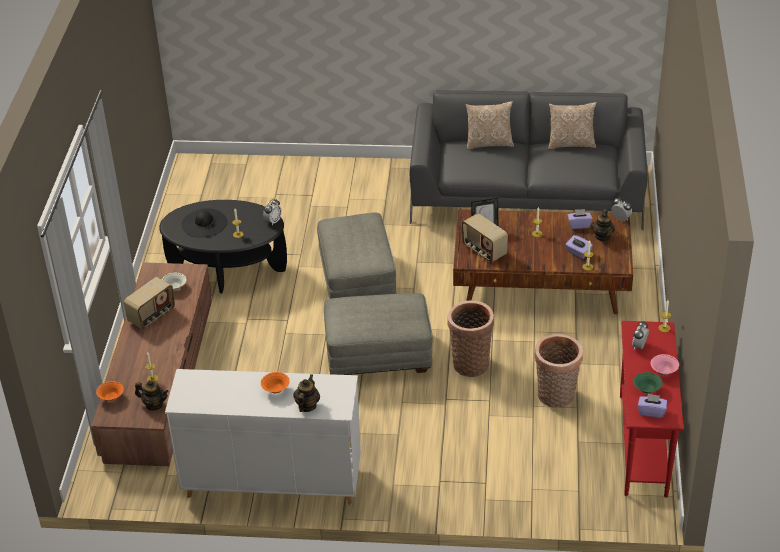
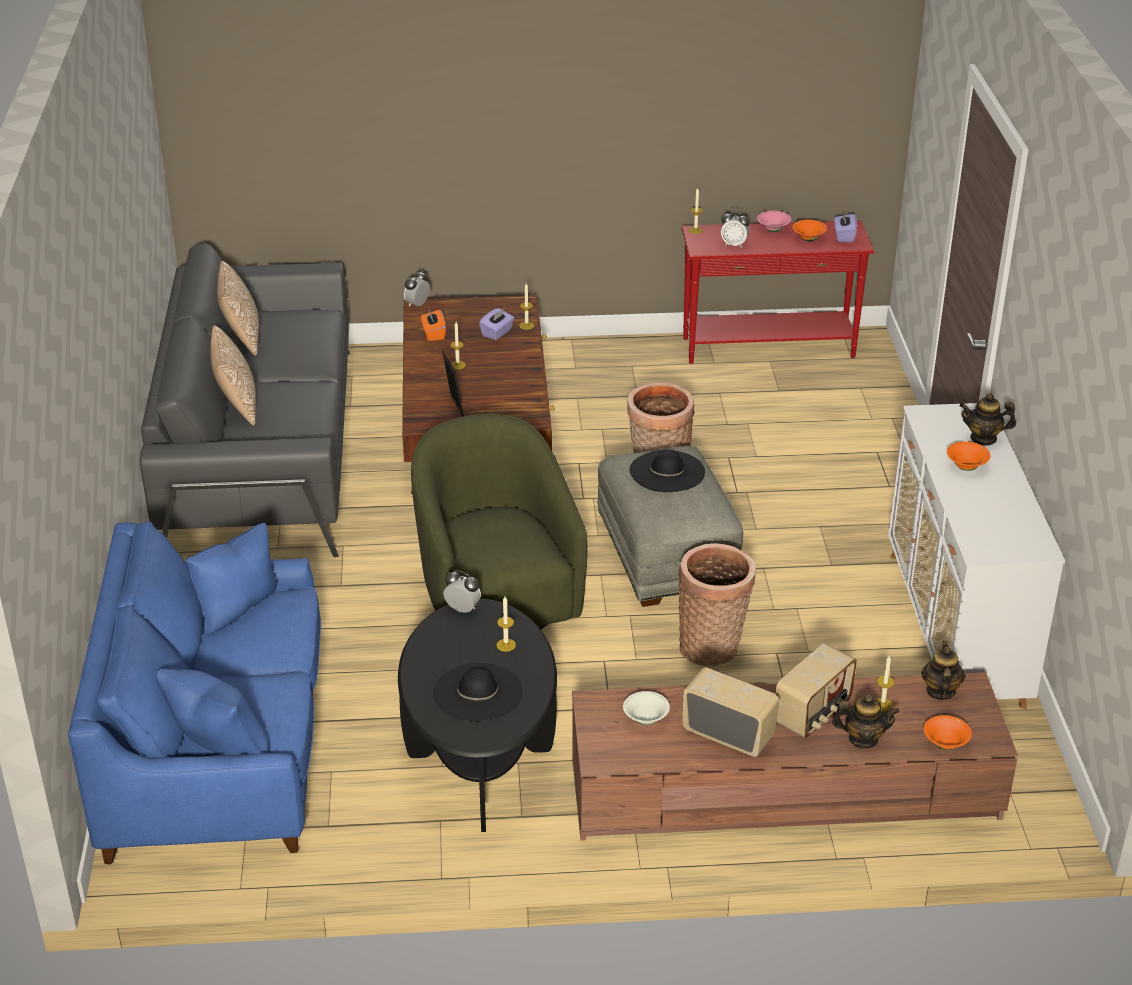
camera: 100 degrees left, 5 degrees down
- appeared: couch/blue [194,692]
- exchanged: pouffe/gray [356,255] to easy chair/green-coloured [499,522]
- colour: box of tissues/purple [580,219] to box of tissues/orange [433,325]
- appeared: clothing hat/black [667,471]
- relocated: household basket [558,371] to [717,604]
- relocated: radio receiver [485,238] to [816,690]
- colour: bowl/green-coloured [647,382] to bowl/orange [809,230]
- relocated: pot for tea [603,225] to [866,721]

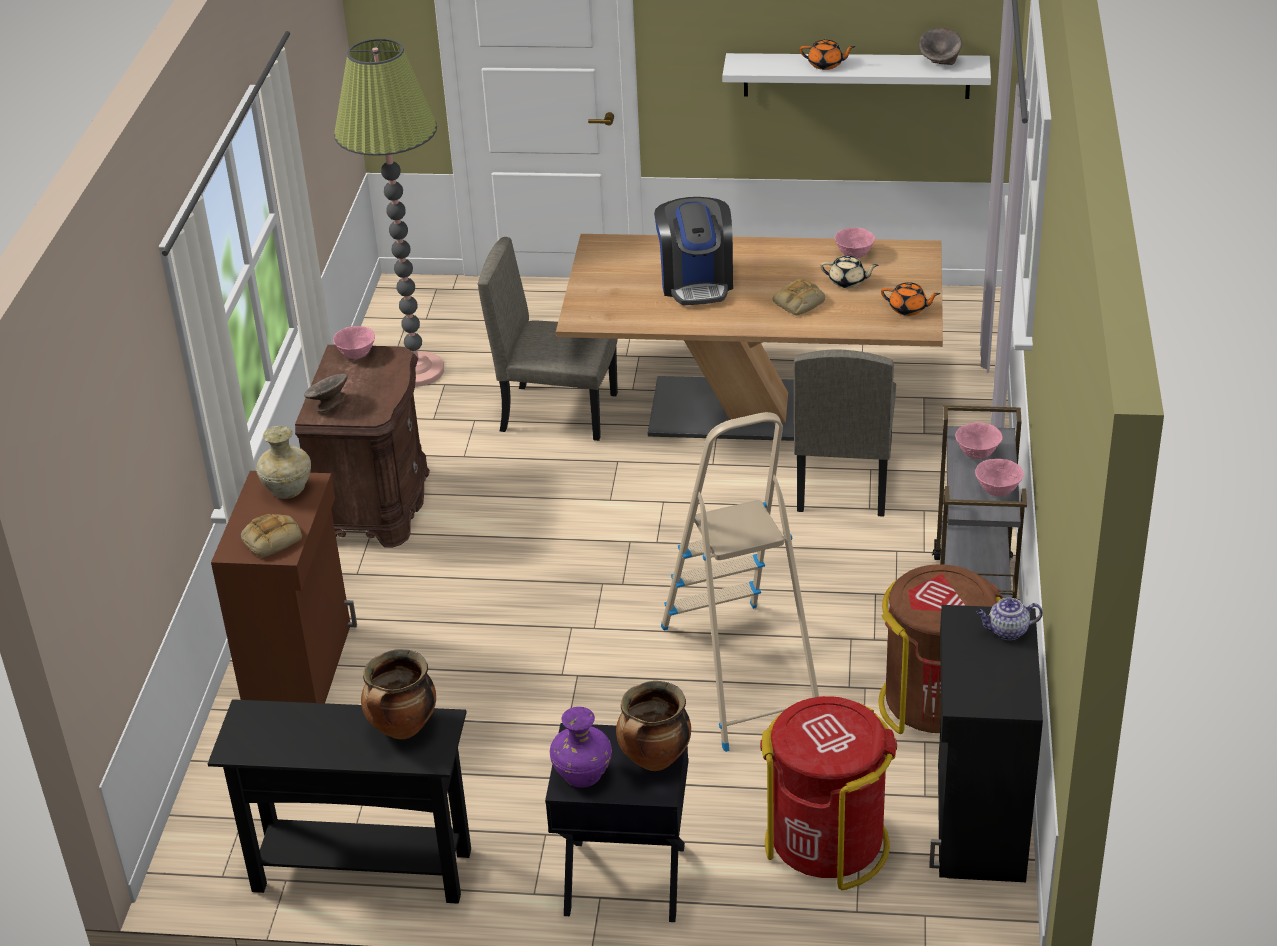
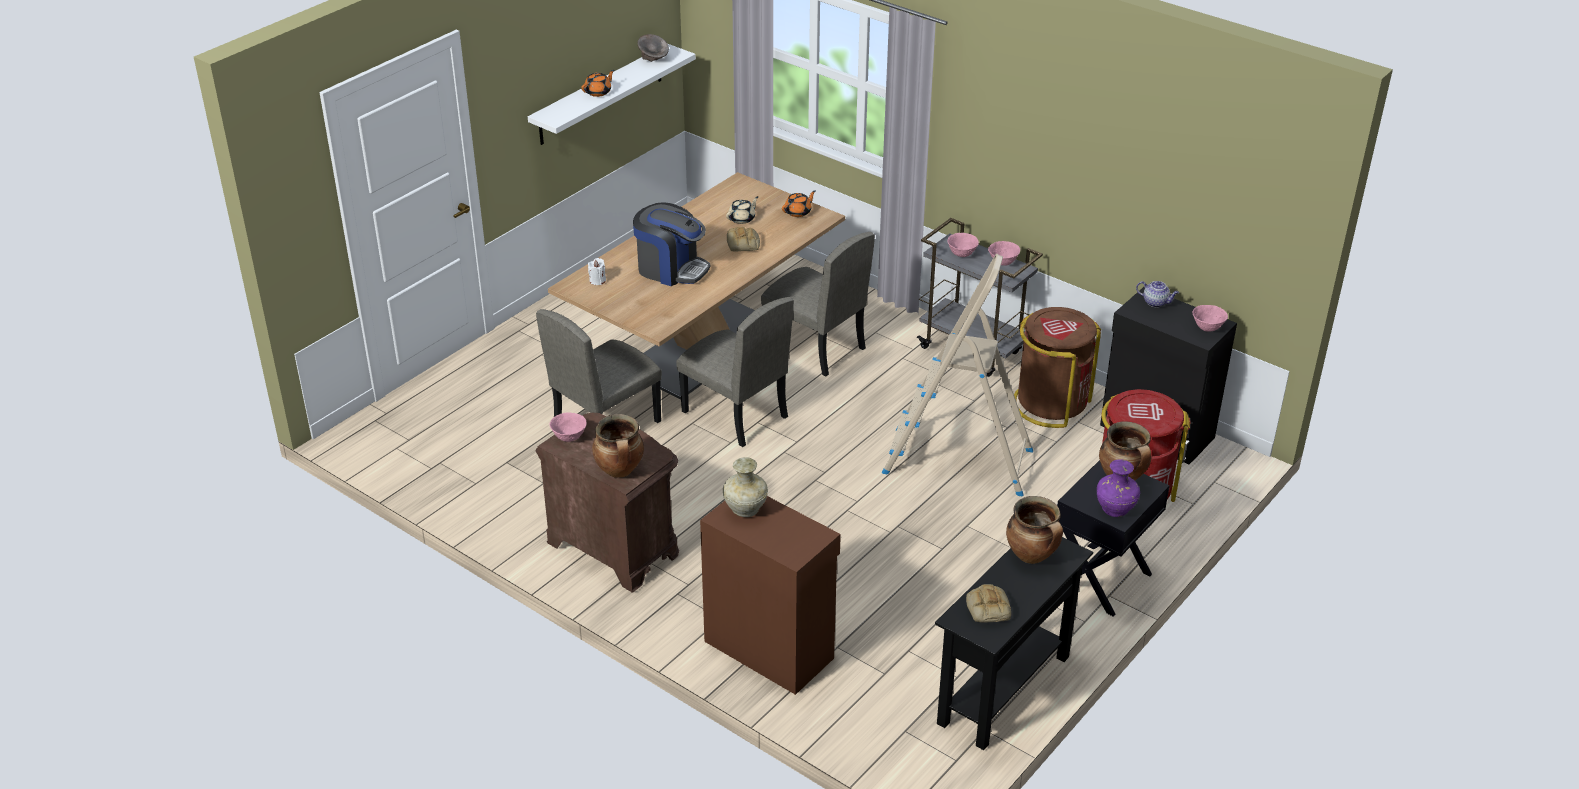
camera: 60 degrees left, 0 degrees up
- appeared: candle/white-coloured [597,271]
- exchanged: bowl/gray [325,393] to stockpot [618,446]
- appeared: plain chair/beige [735,372]
- relocated: bakery bread [271,536] to [988,603]
- spun: pot for tea [1010,619] = [1157,294] 90 degrees counterclockwise
- relocated: bowl/pinkish [855,243] to [1210,318]
- missing: floor lamp [389,212]

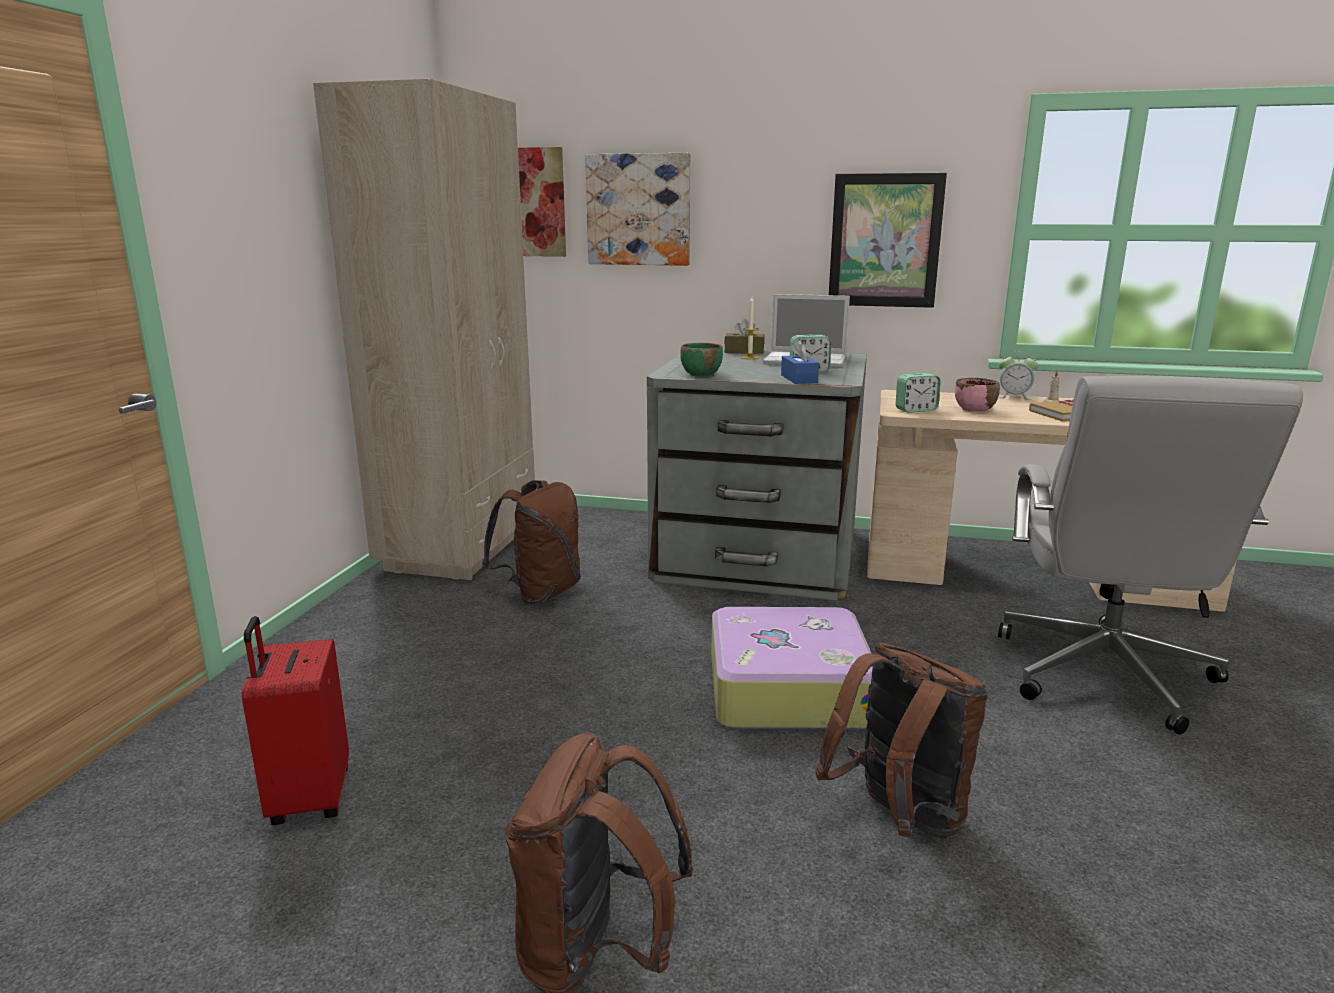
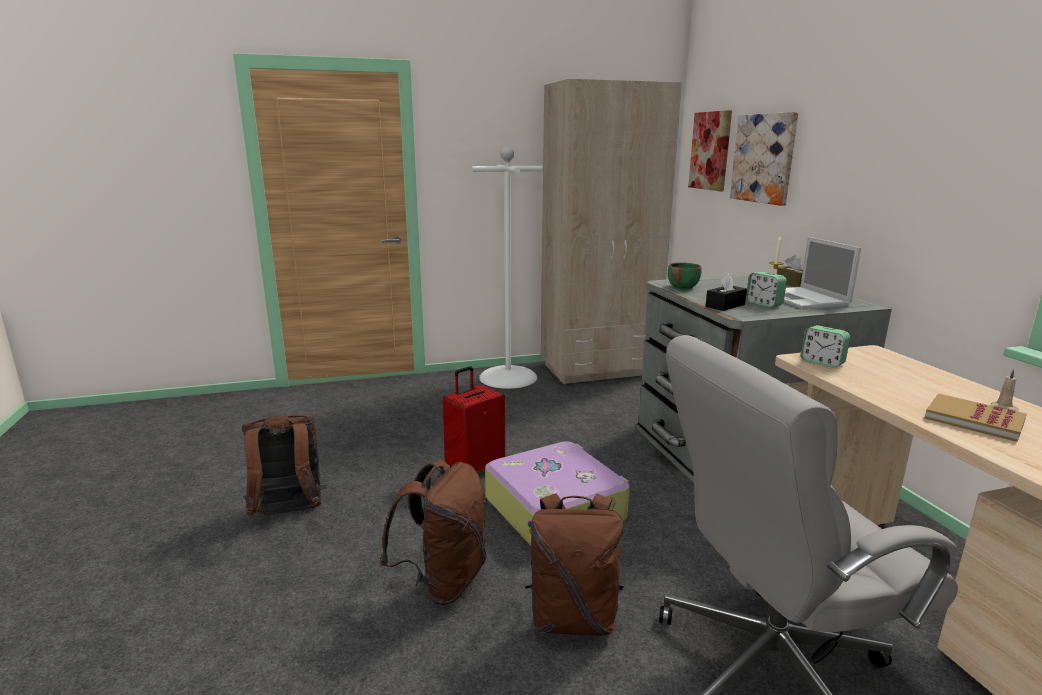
camera: 60 degrees right, 0 degrees up
- relocated: piece of luggage/red-coloured [295,720] to [474,419]
- appeared: garment rack/white-coloured [507,268]
- relocated: backpack/brown [531,542] to [574,564]
- colour: box of tissues/blue [800,362] to box of tissues/black [726,292]
- missing: wall picture [888,240]
- missing: bowl/pinkish [977,395]
- missing: bedside clock [1018,376]

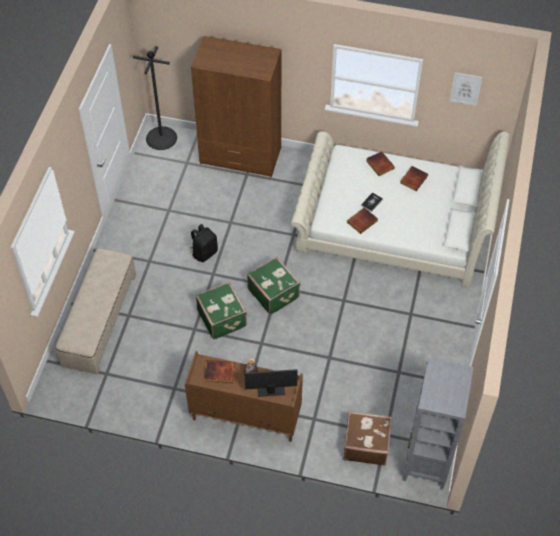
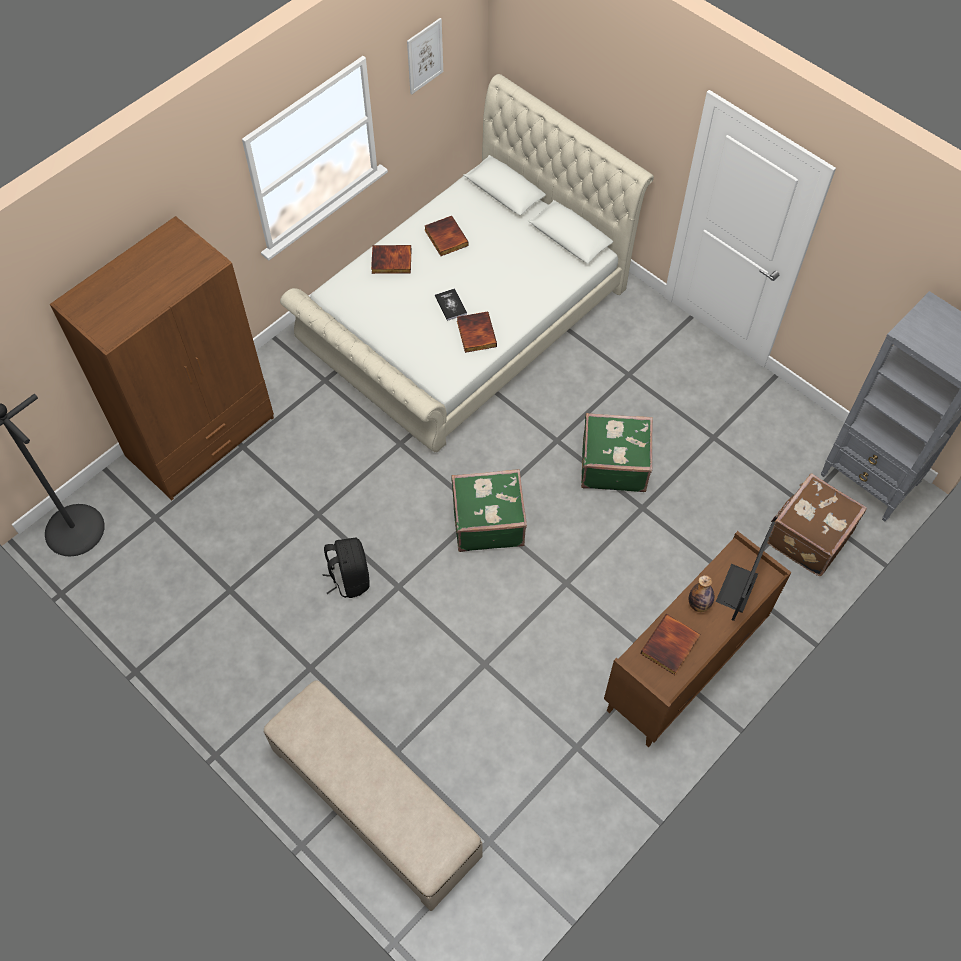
camera: 60 degrees left, 5 degrees up
- relocated: piece of luggage/green-coloured [221,311] to [617,452]

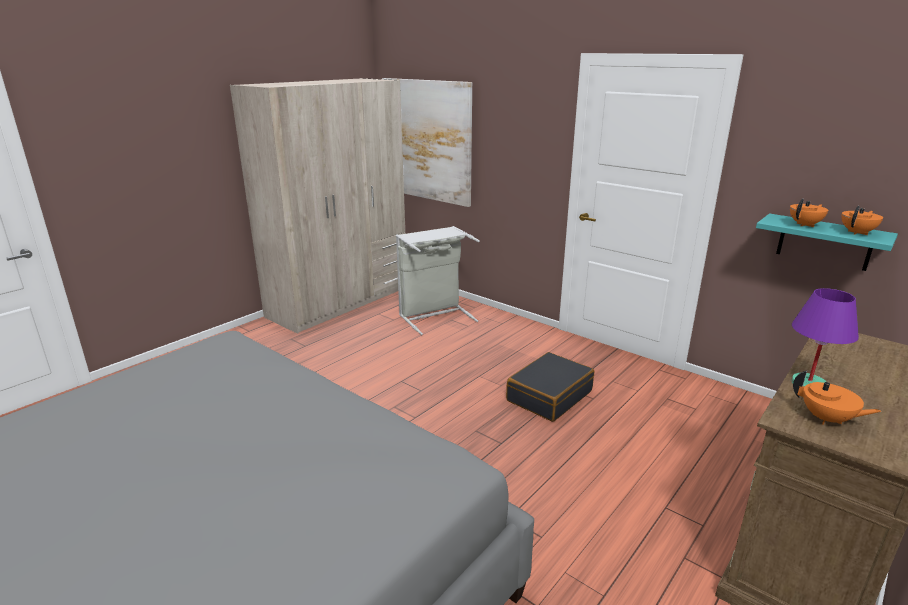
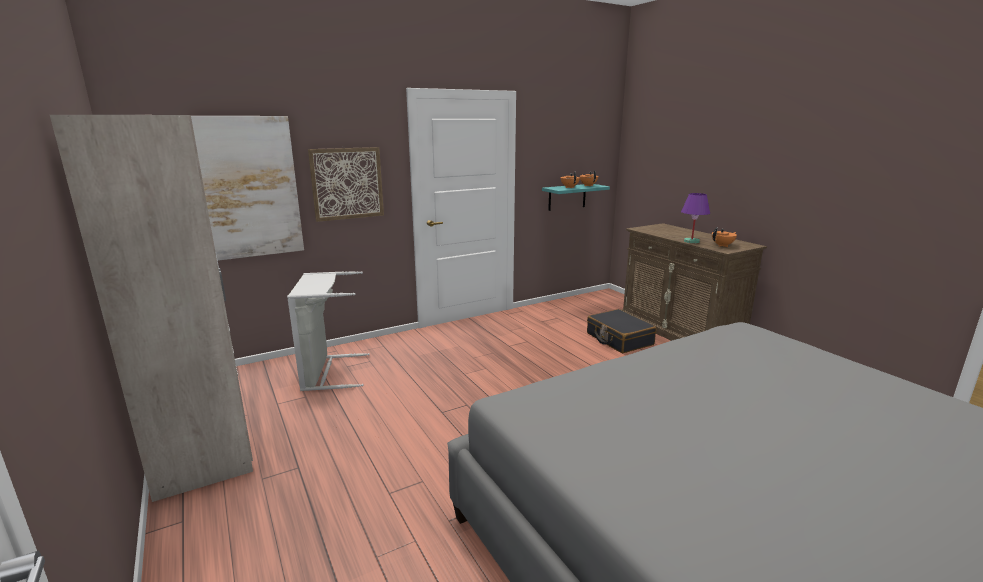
camera: 70 degrees left, 5 degrees down
- appeared: wall picture [346,184]
- relocated: piece of luggage/black [550,387] to [621,331]

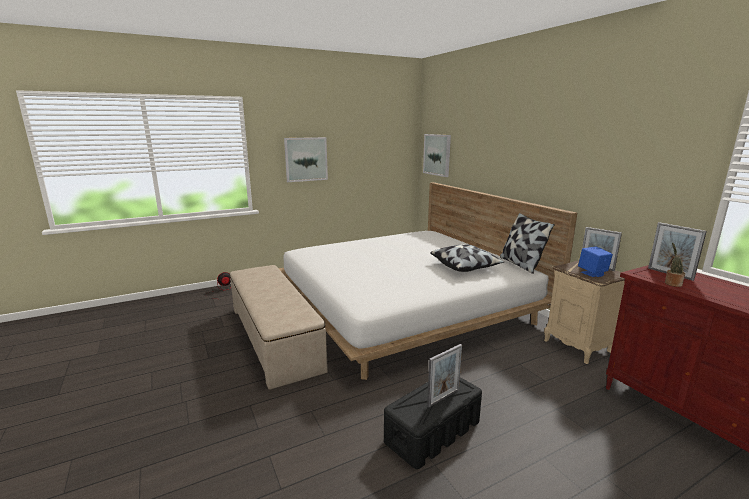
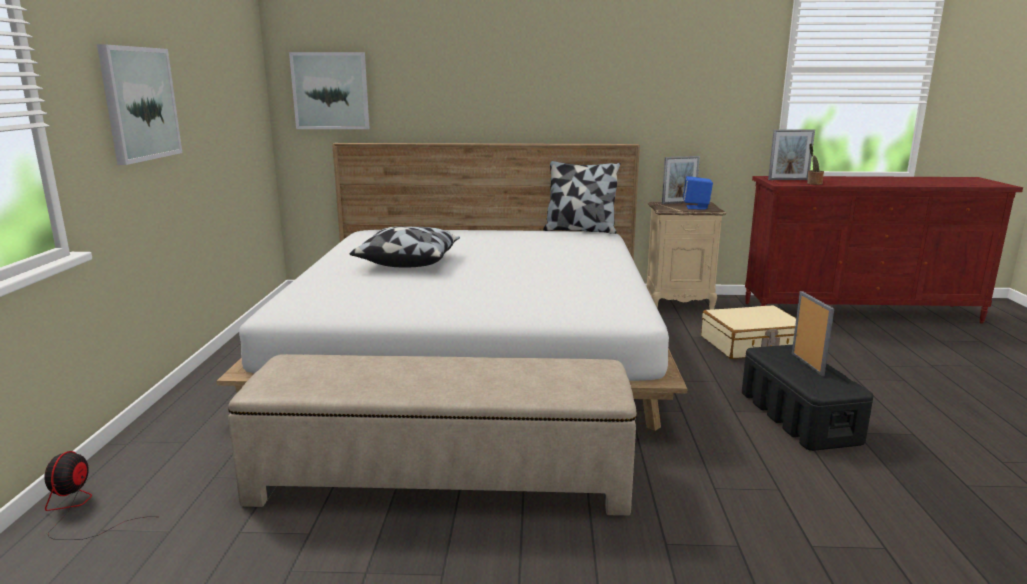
camera: 60 degrees left, 0 degrees up
- relocated: pillow [467,258] to [405,246]
- appeared: piece of luggage/beige [748,332]

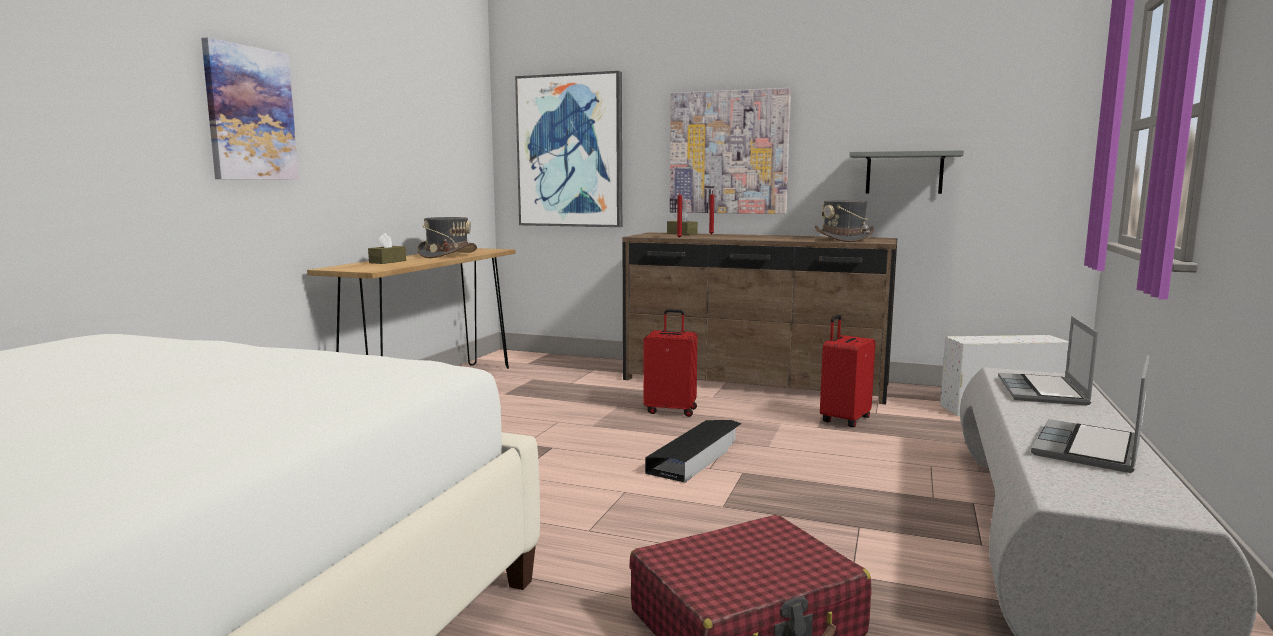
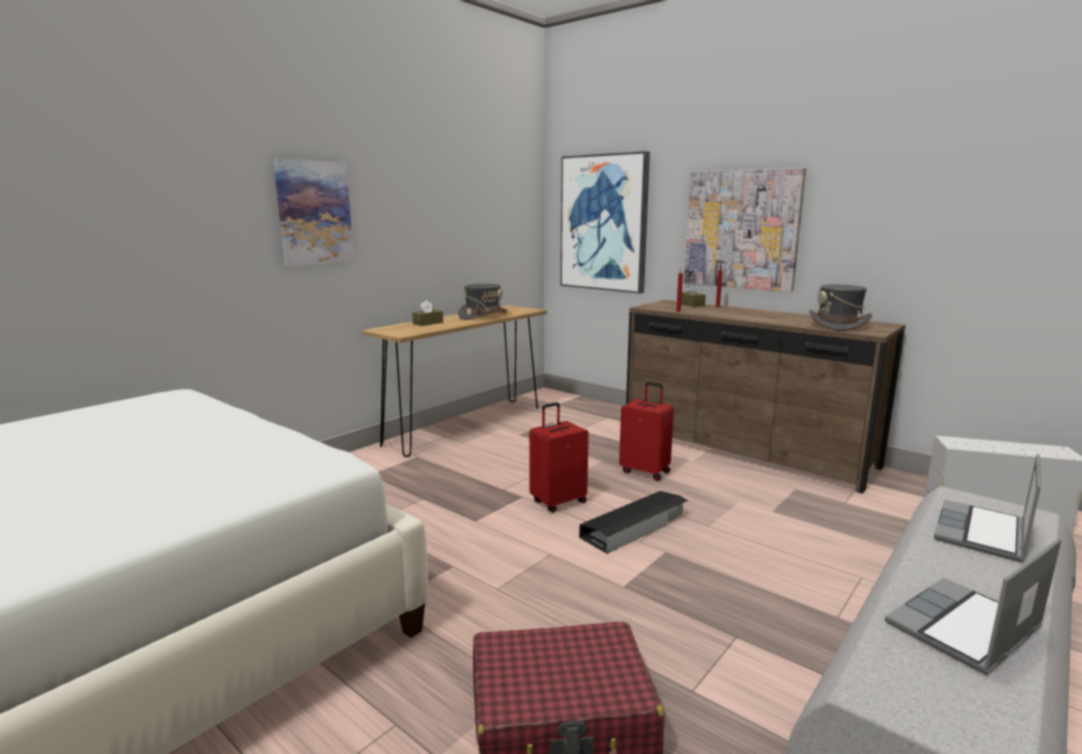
camera: 20 degrees right, 5 degrees up
- relocated: piece of luggage/red-coloured [847,371] to [559,457]
- missing: shelf/gray [906,172]

